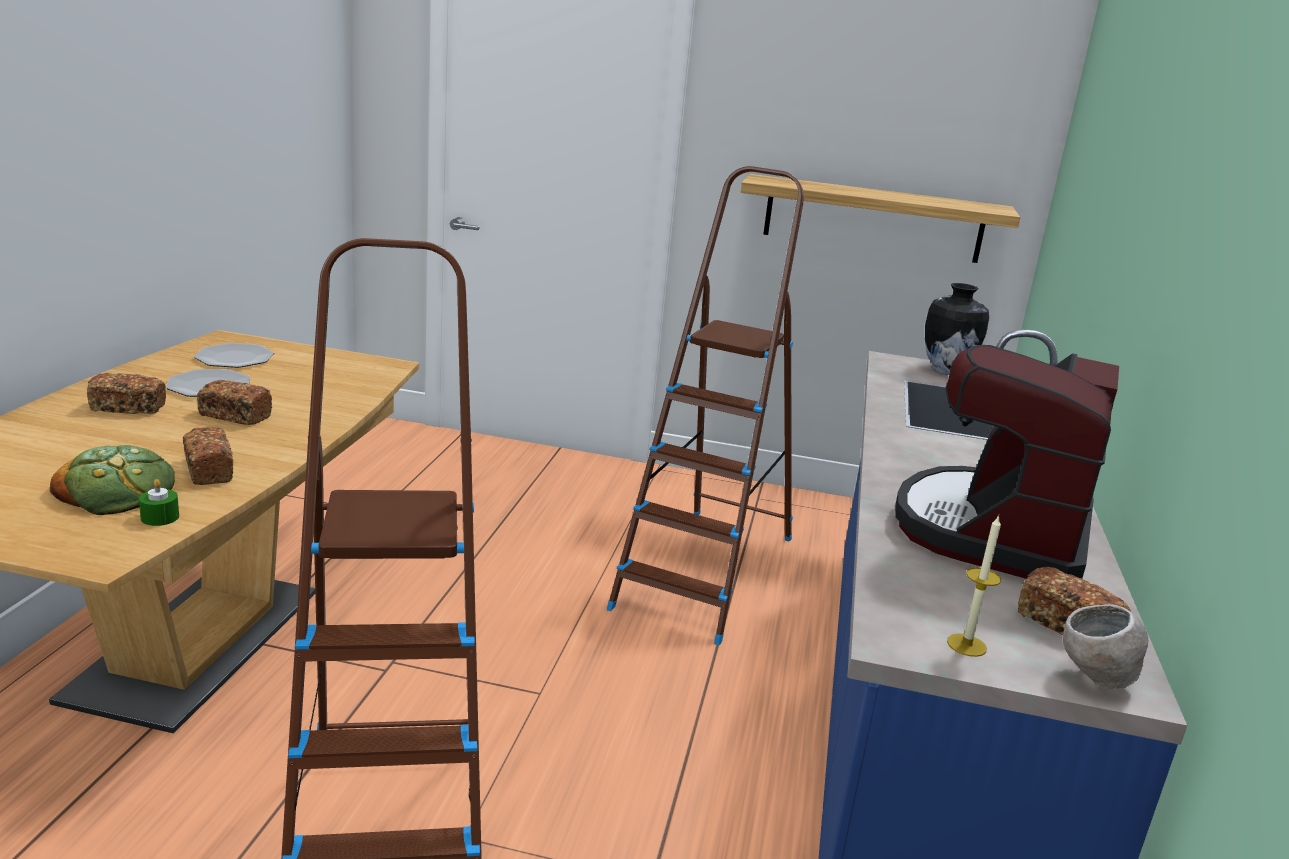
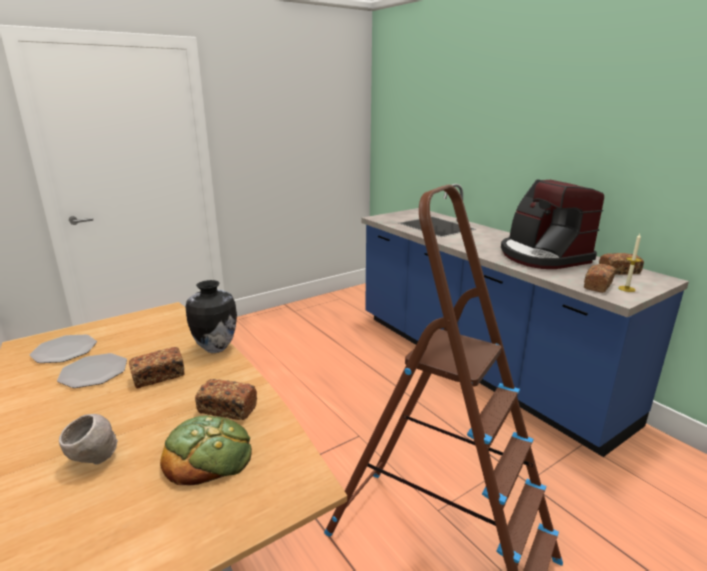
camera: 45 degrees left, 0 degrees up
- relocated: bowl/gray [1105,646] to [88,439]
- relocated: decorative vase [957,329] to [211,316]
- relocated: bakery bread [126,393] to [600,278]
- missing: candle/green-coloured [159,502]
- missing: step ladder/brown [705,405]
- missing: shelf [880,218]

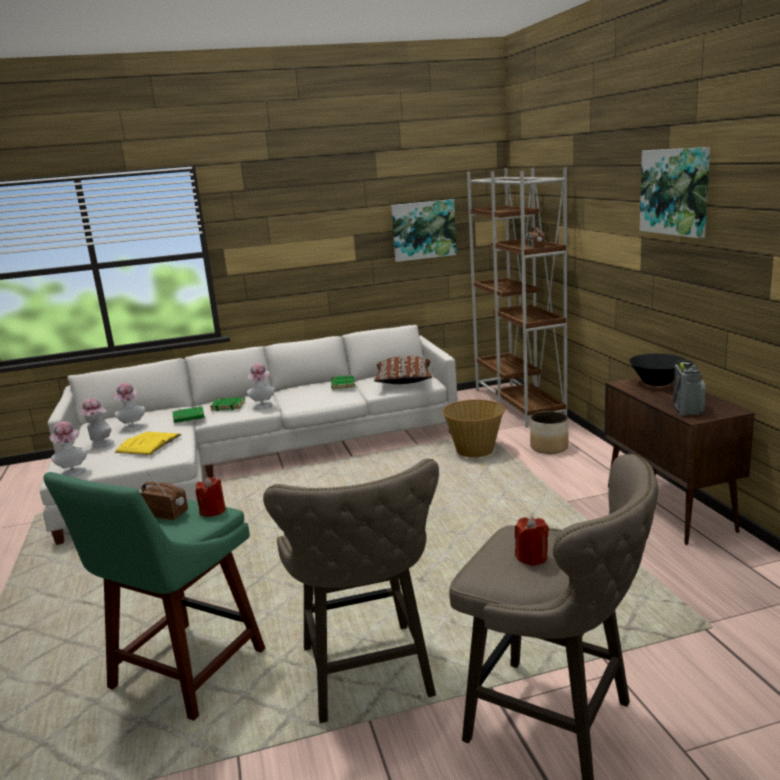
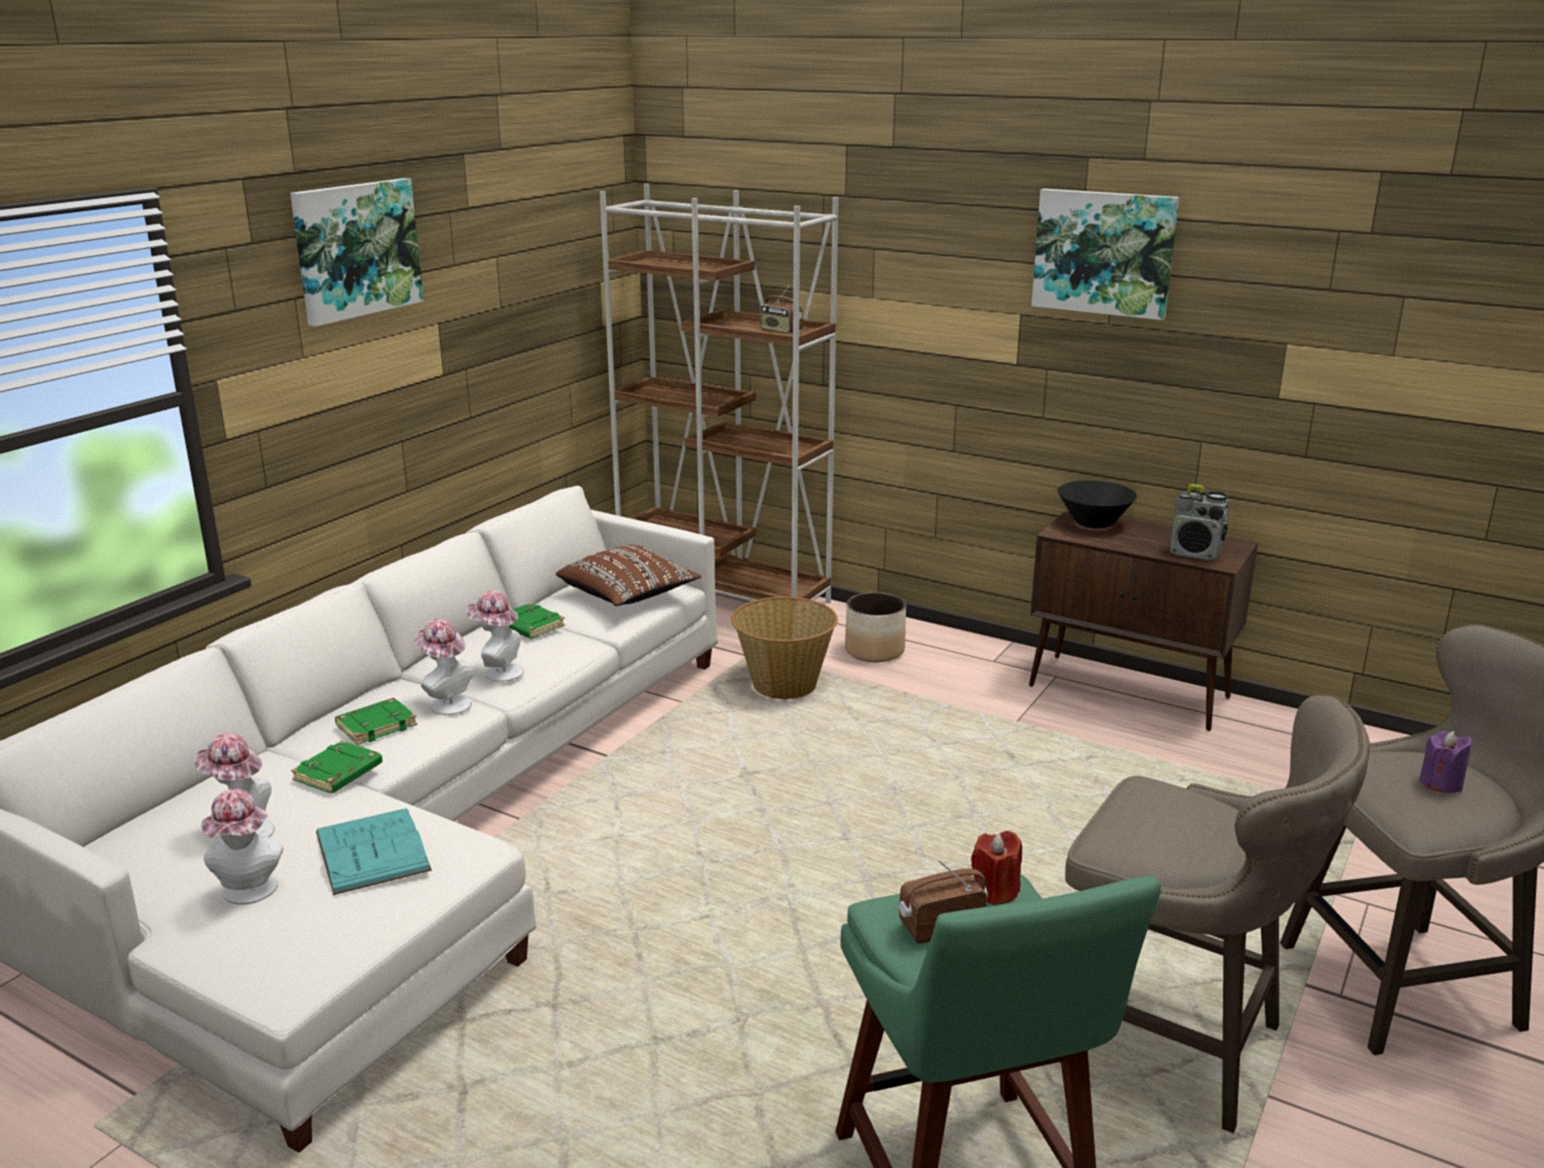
camera: 45 degrees left, 5 degrees up
- relocated: wall picture [424,230] to [357,252]
- colour: volume/yellow [148,443] to volume/turquoise-coloured [374,851]
- relocated: clothing hat [68,449] to [495,636]
- spun: radio receiver [689,388] = [1199,522] 150 degrees clockwise
- colour: candle/red-coloured [532,541] to candle/purple [1445,762]

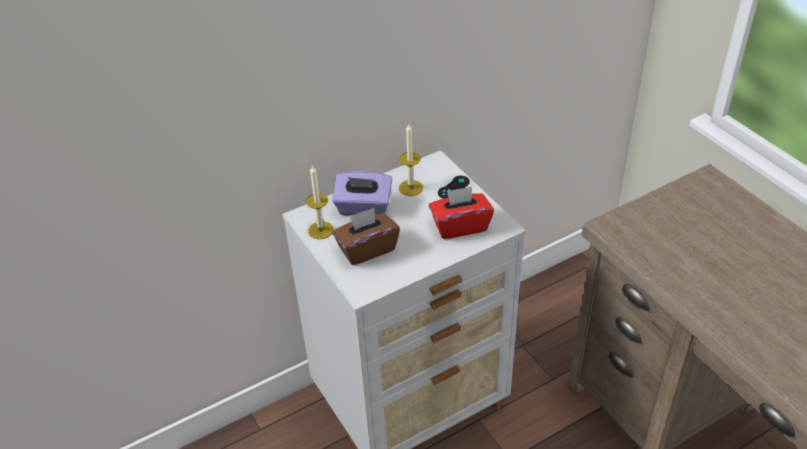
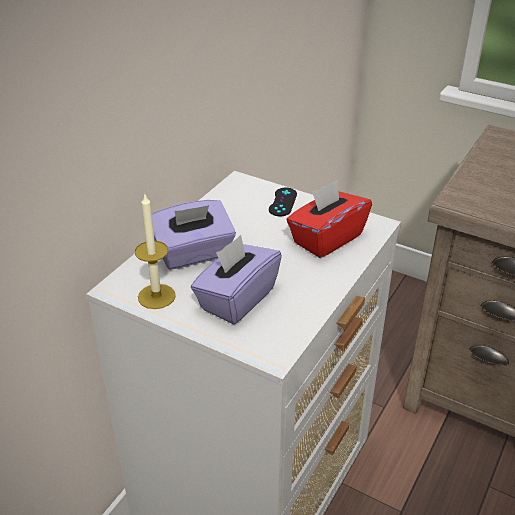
camera: 30 degrees left, 5 degrees down
- colour: box of tissues/brown [366,236] to box of tissues/purple [236,279]
- missing: candle [411,160]

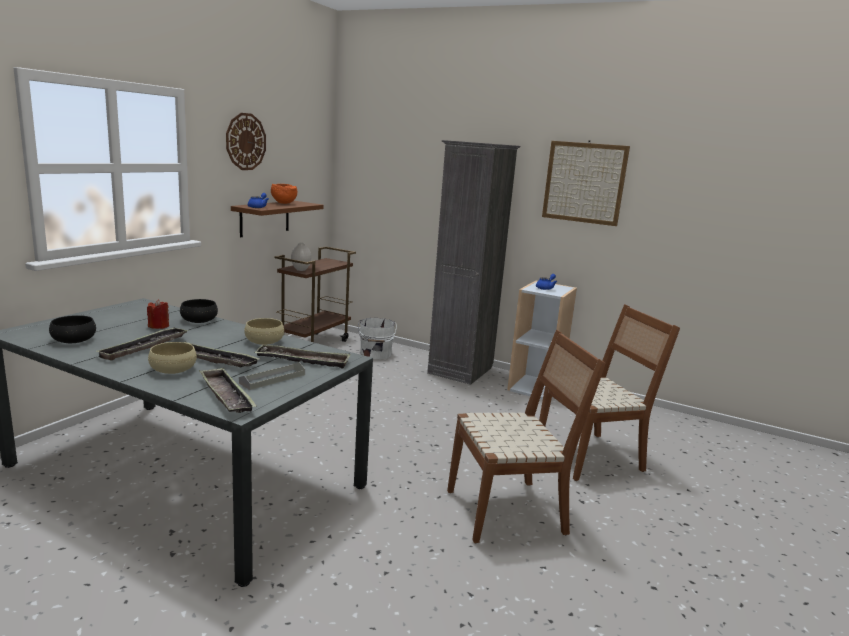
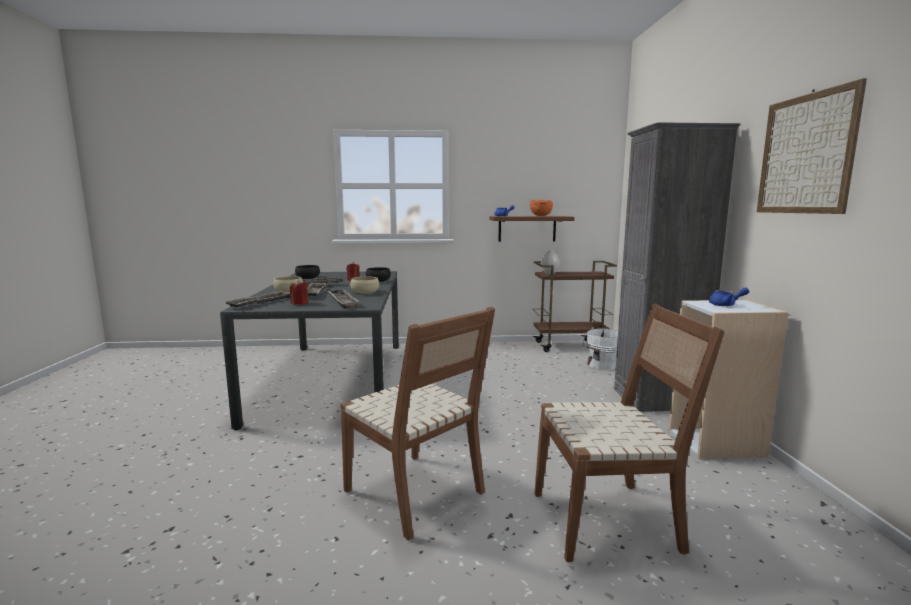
camera: 60 degrees right, 5 degrees down
- exchanged: serving tray/gray [272,376] to candle/red-coloured [299,292]
- spun: plain chair [609,392] = [629,432] 45 degrees counterclockwise
- missing: wall clock [246,141]

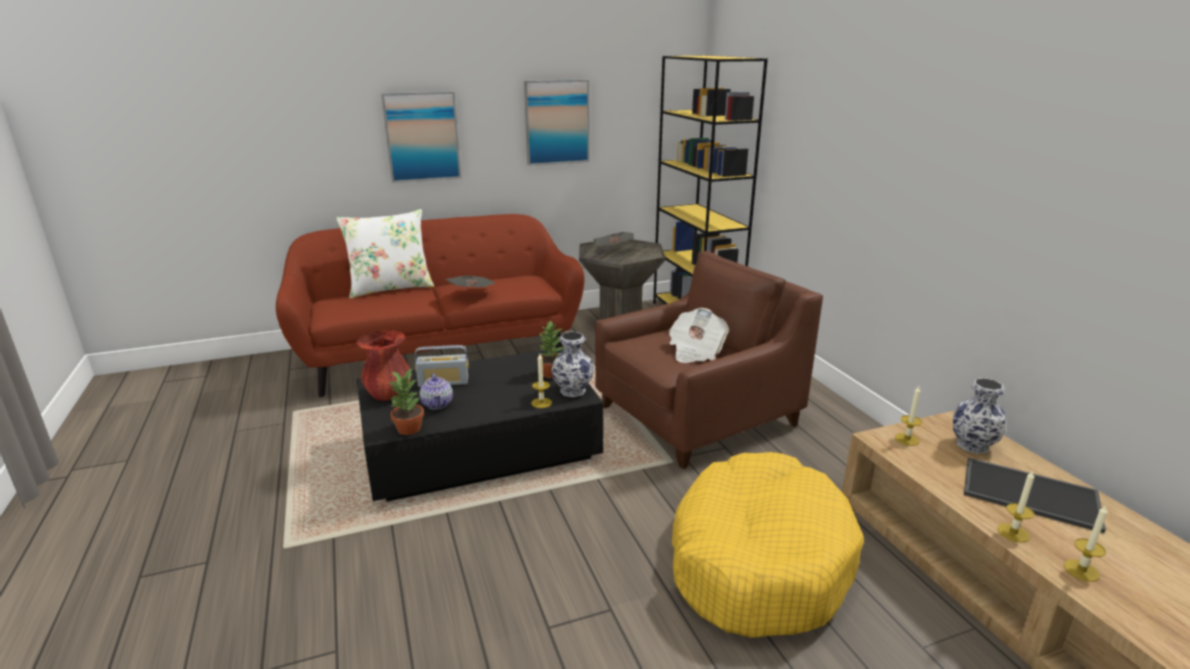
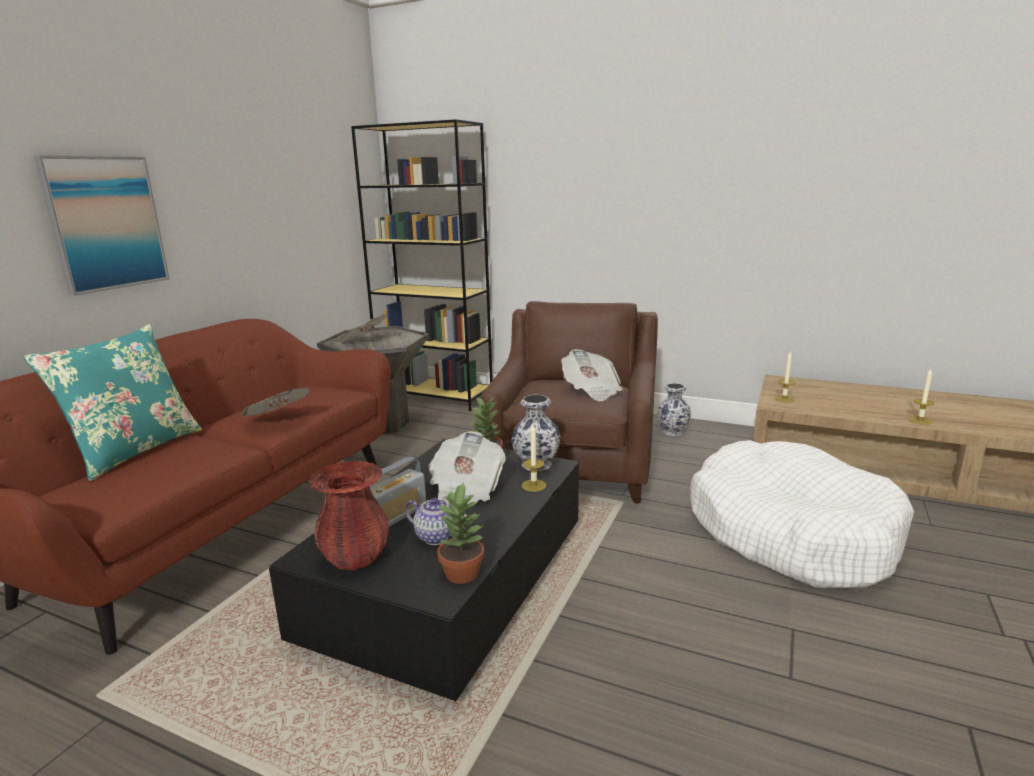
camera: 45 degrees left, 5 degrees down
- colour: pillow/white-coloured [385,253] to pillow/turquoise-coloured [113,402]
- appeared: printed paper [467,467]
- relocated: decorative vase [979,416] to [673,409]
- colour: dog bed/yellow [768,545] to dog bed/white-coloured [802,514]
- missing: wall picture [557,123]
- missing: serving tray [1035,495]
- missing: candle [1086,543]

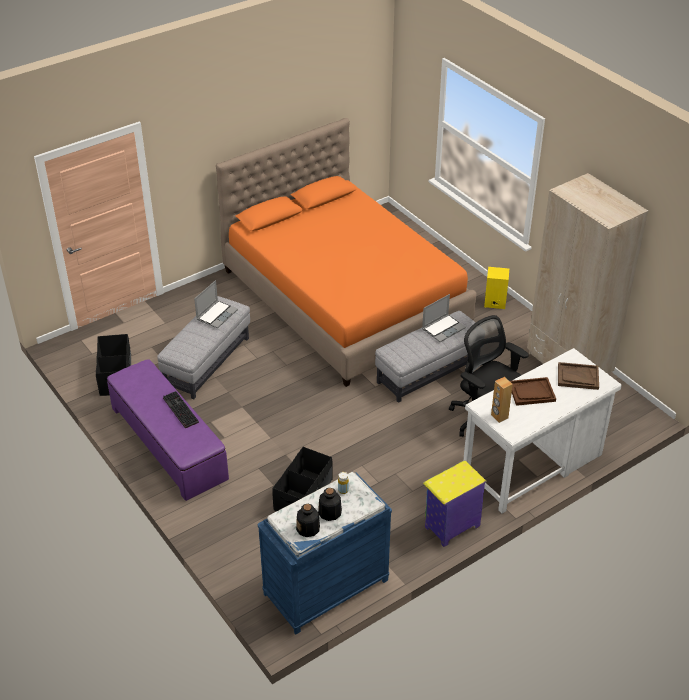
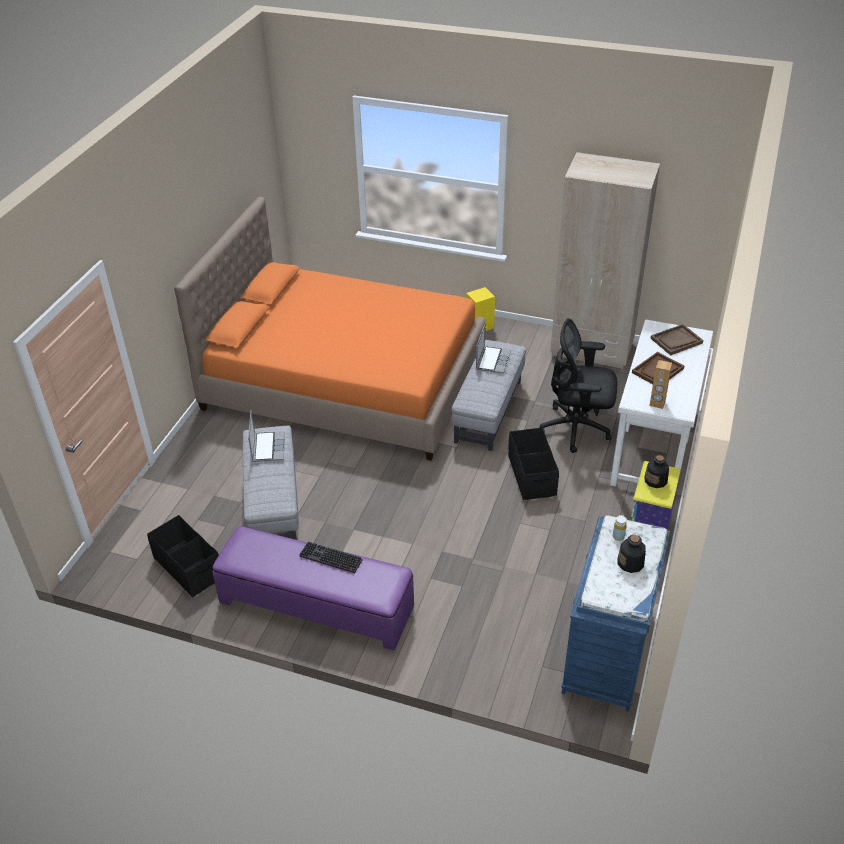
camera: 35 degrees left, 0 degrees up
- relocated: storage container/black [302,479] to [533,464]
- relocated: bottle [308,520] to [656,471]

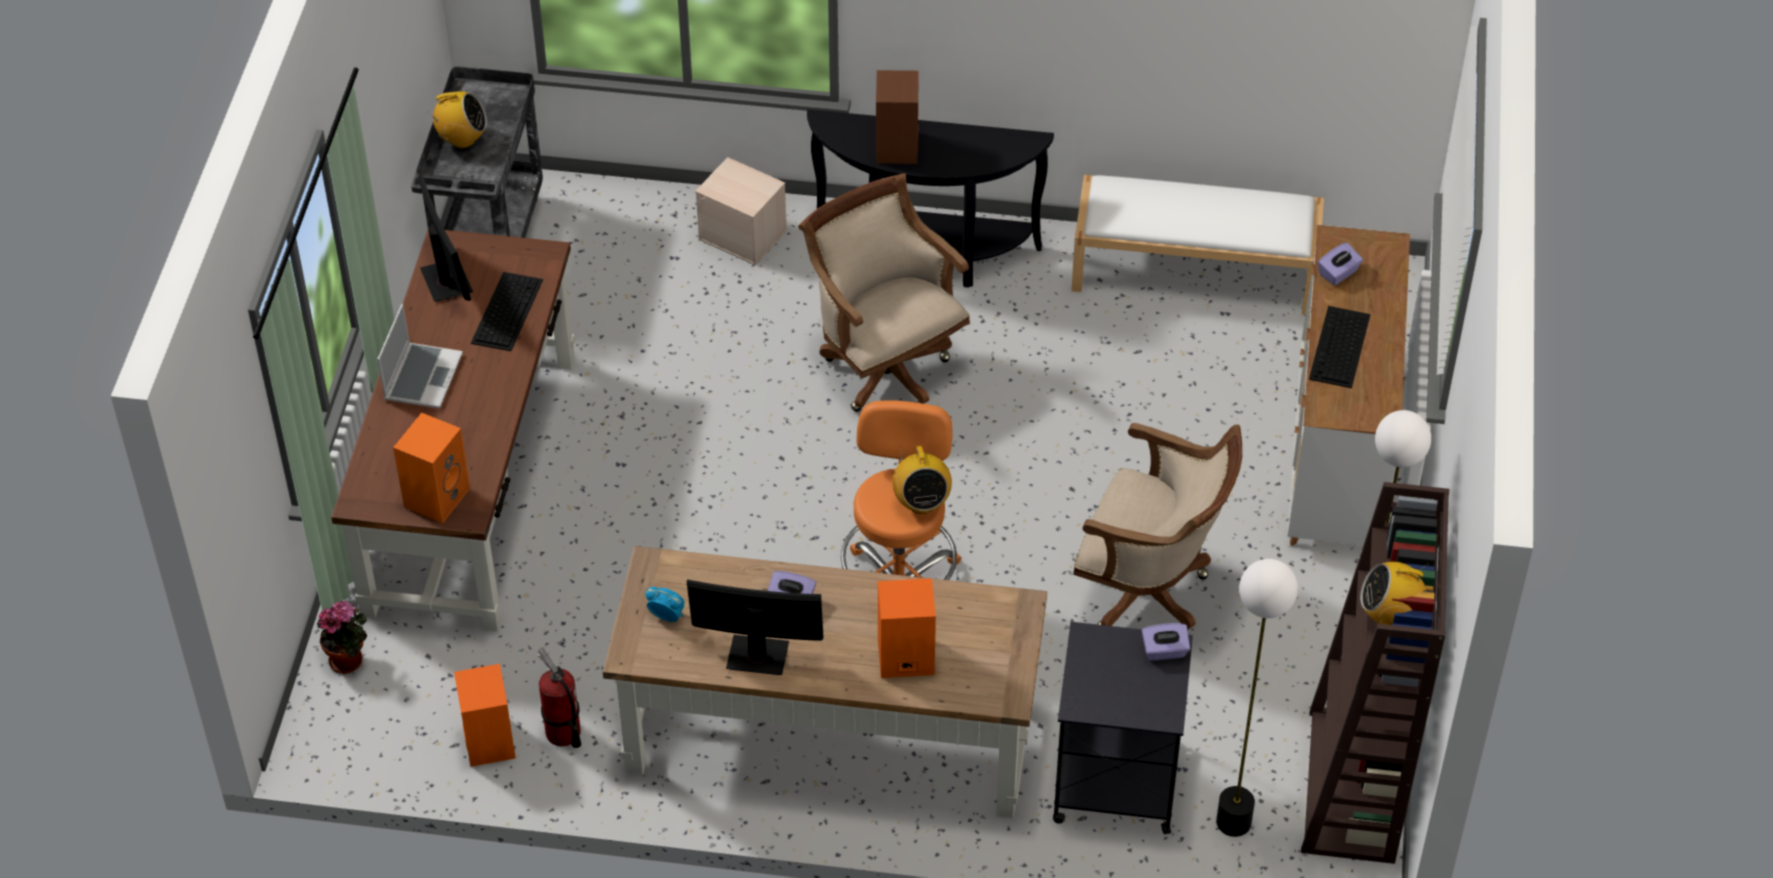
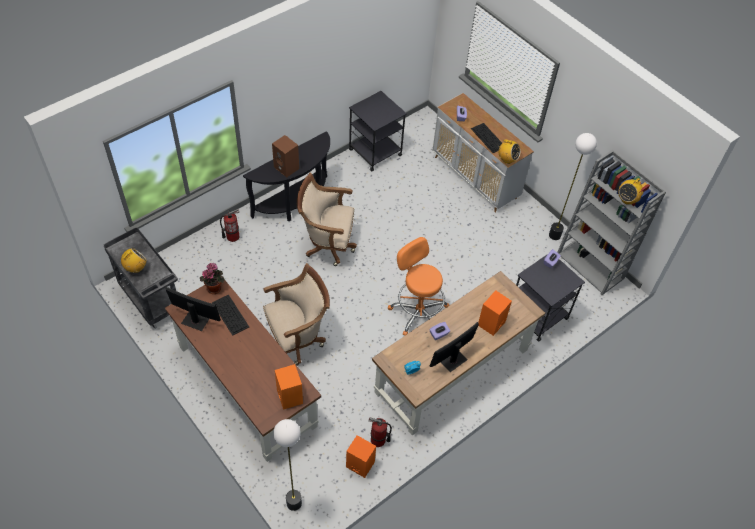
camera: 50 degrees left, 5 degrees up
- relocated: potted plant [342,637] to [212,278]
- exchanged: storage container/beige [741,211] to extinguisher [229,225]
- relocated: office chair [1157,527] to [296,314]
- relocated: floor lamp [1257,698] to [287,465]
- exchanged: bench/white-coloured [1197,245] to cart/black [378,131]
- relocated: radio receiver [922,480] to [509,152]
- colour: bookcase/brown [1375,673] to bookcase/gray [611,222]
- missing: notebook computer [420,356]

